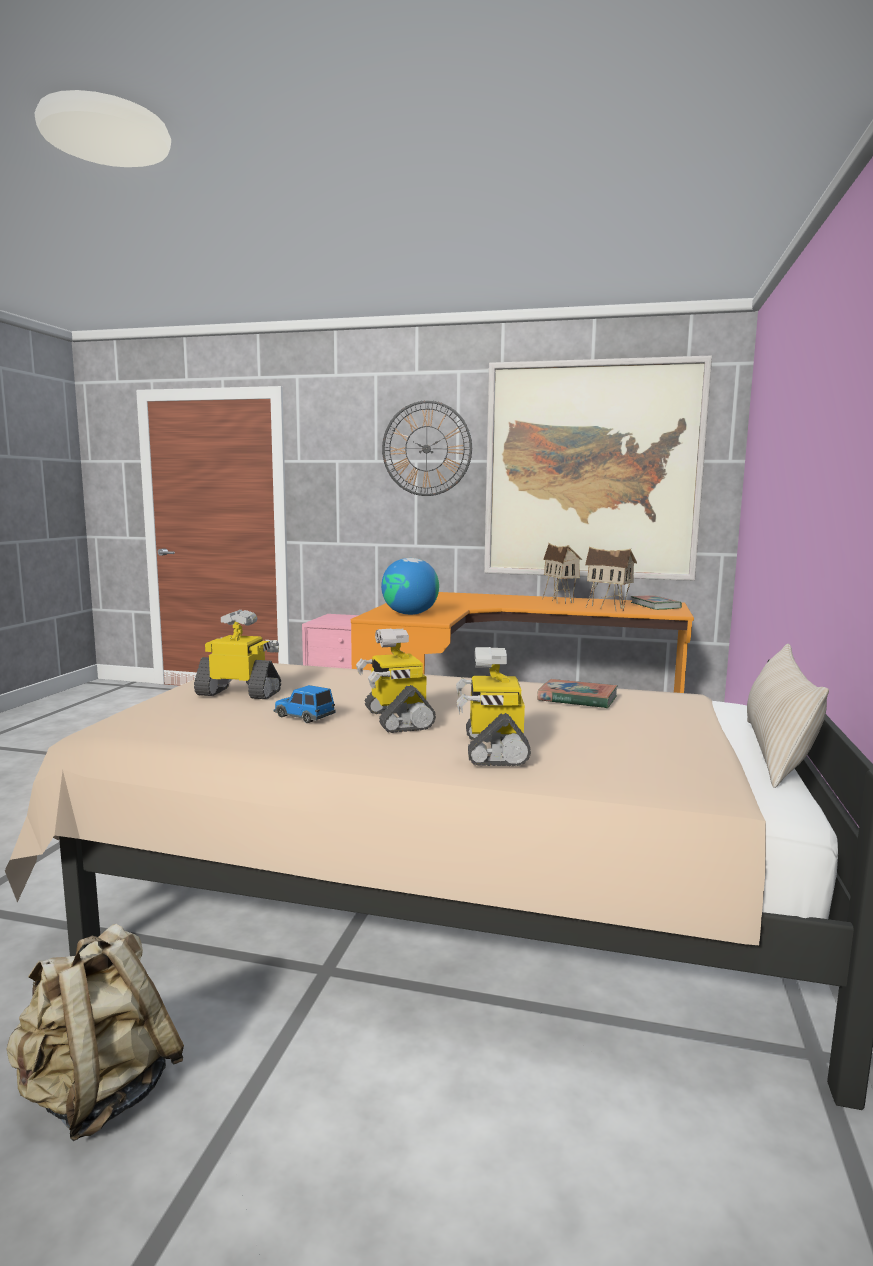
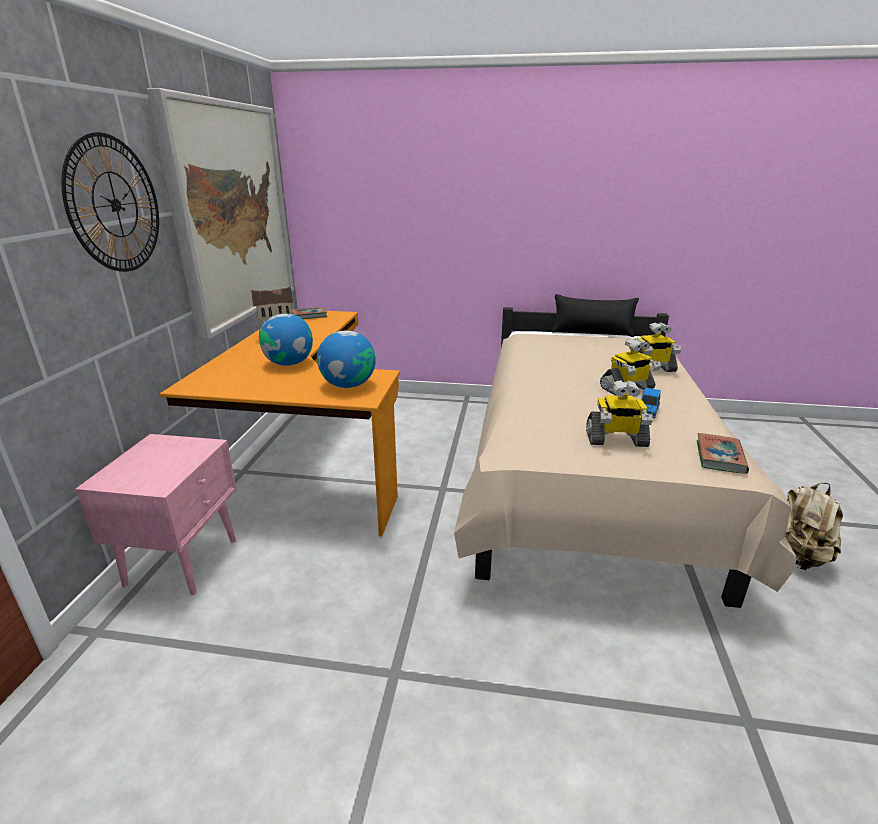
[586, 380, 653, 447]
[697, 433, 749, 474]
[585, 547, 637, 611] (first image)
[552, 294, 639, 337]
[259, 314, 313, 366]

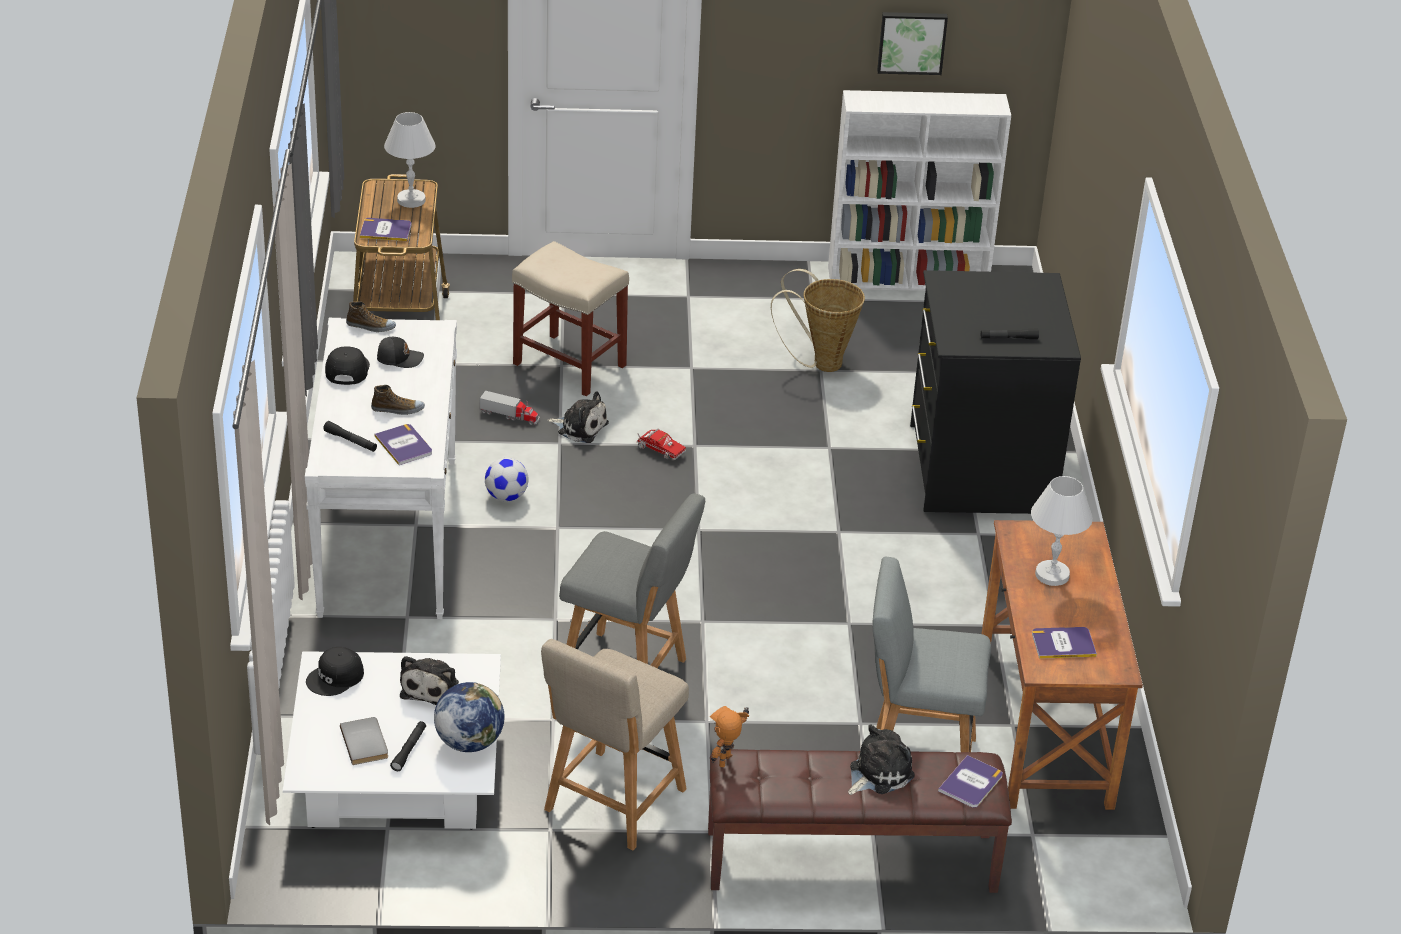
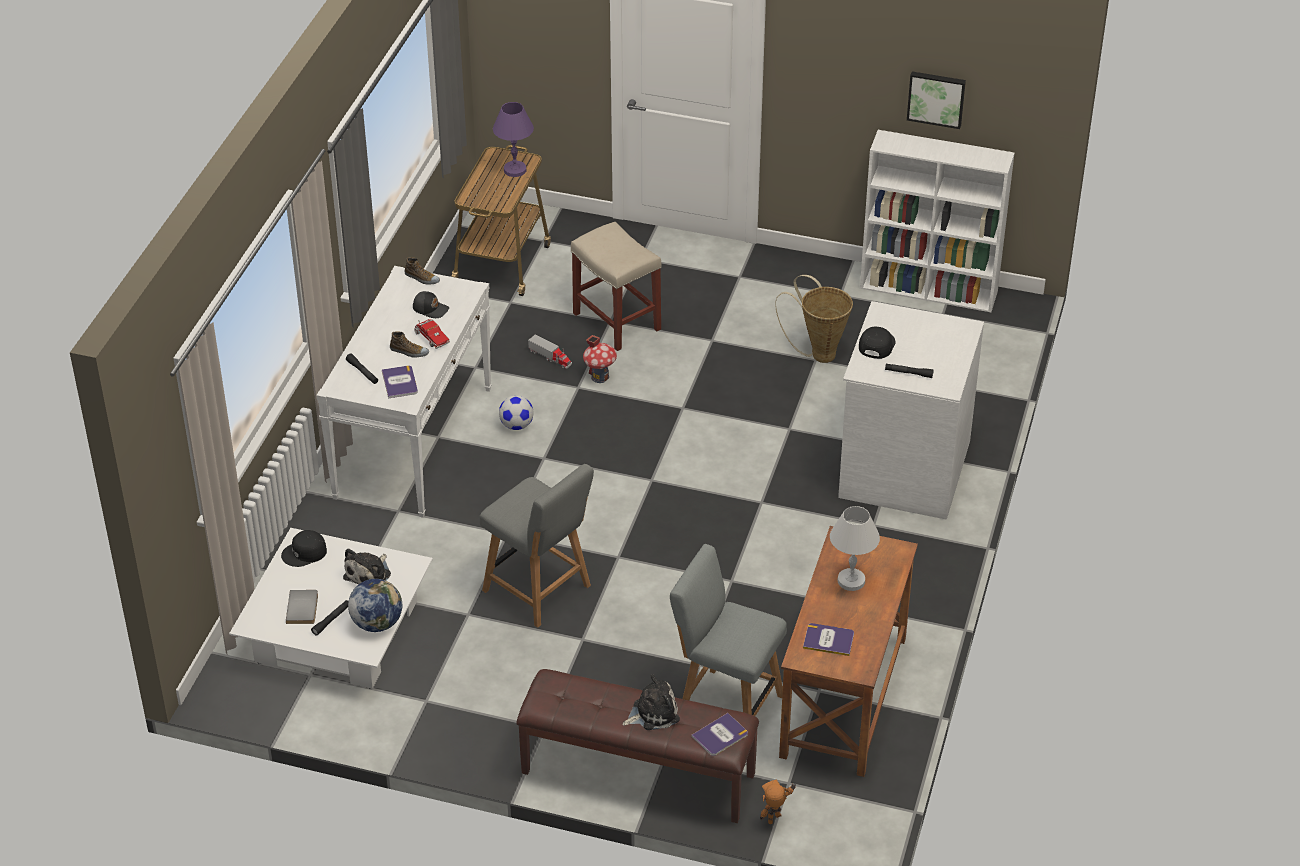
[859, 327, 895, 359]
[360, 218, 412, 241] (first image)
[493, 102, 534, 177]
[541, 639, 689, 850] (first image)
[583, 335, 617, 383]
[414, 319, 450, 349]
[760, 780, 796, 824]
[838, 301, 984, 519]

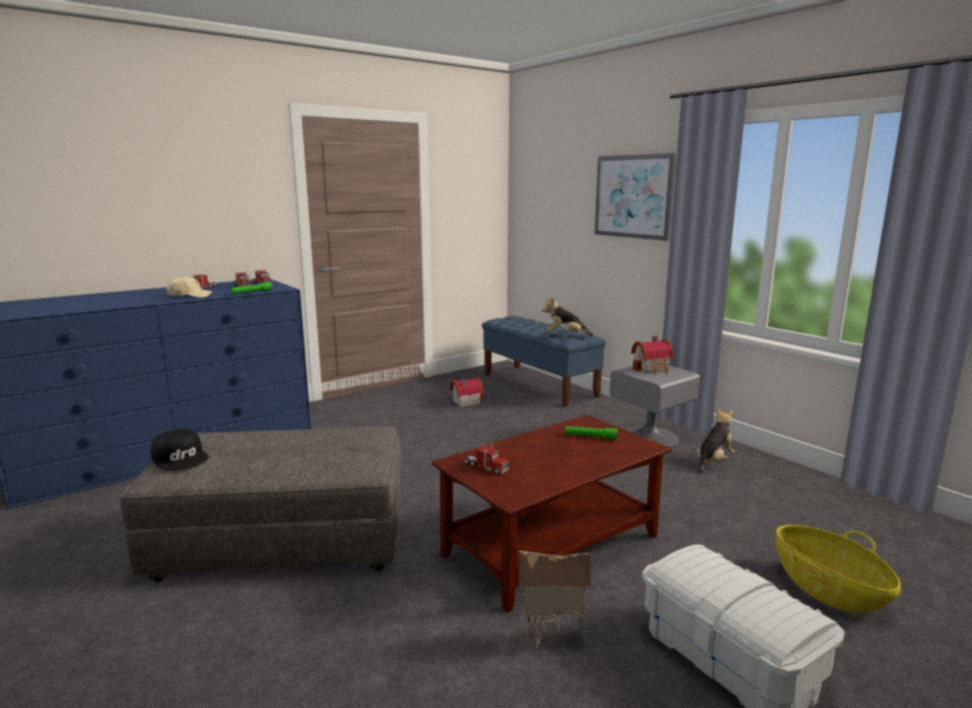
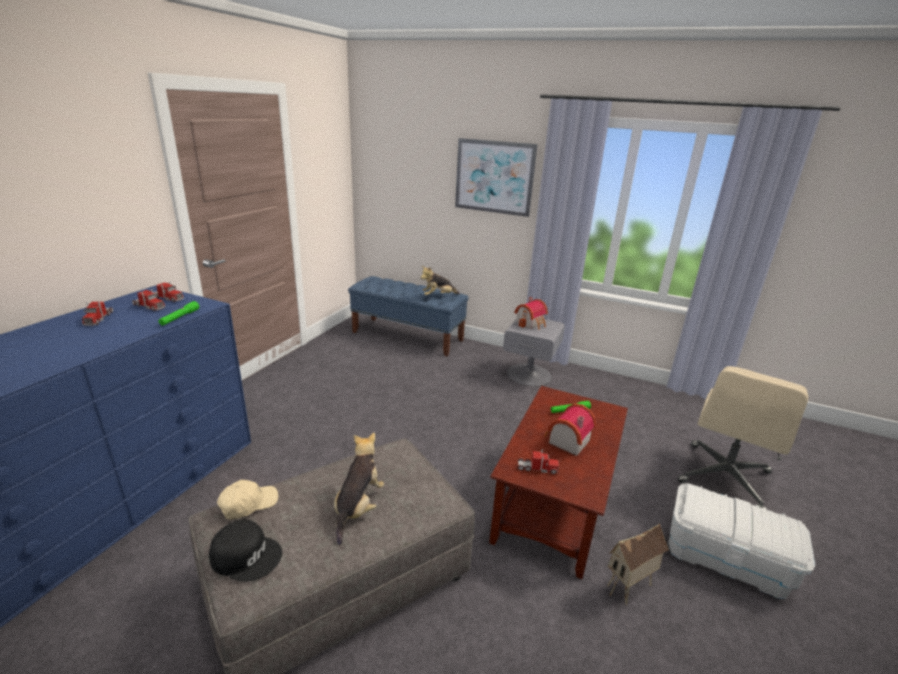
[217, 480, 278, 520]
[544, 404, 597, 456]
[334, 432, 384, 545]
[678, 366, 808, 510]

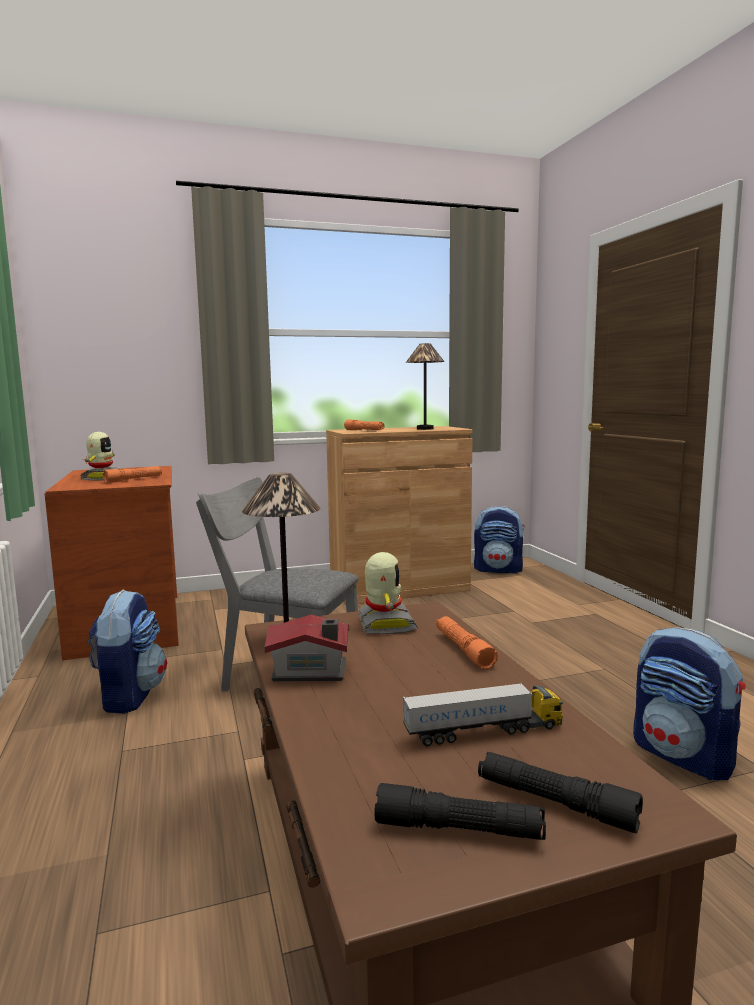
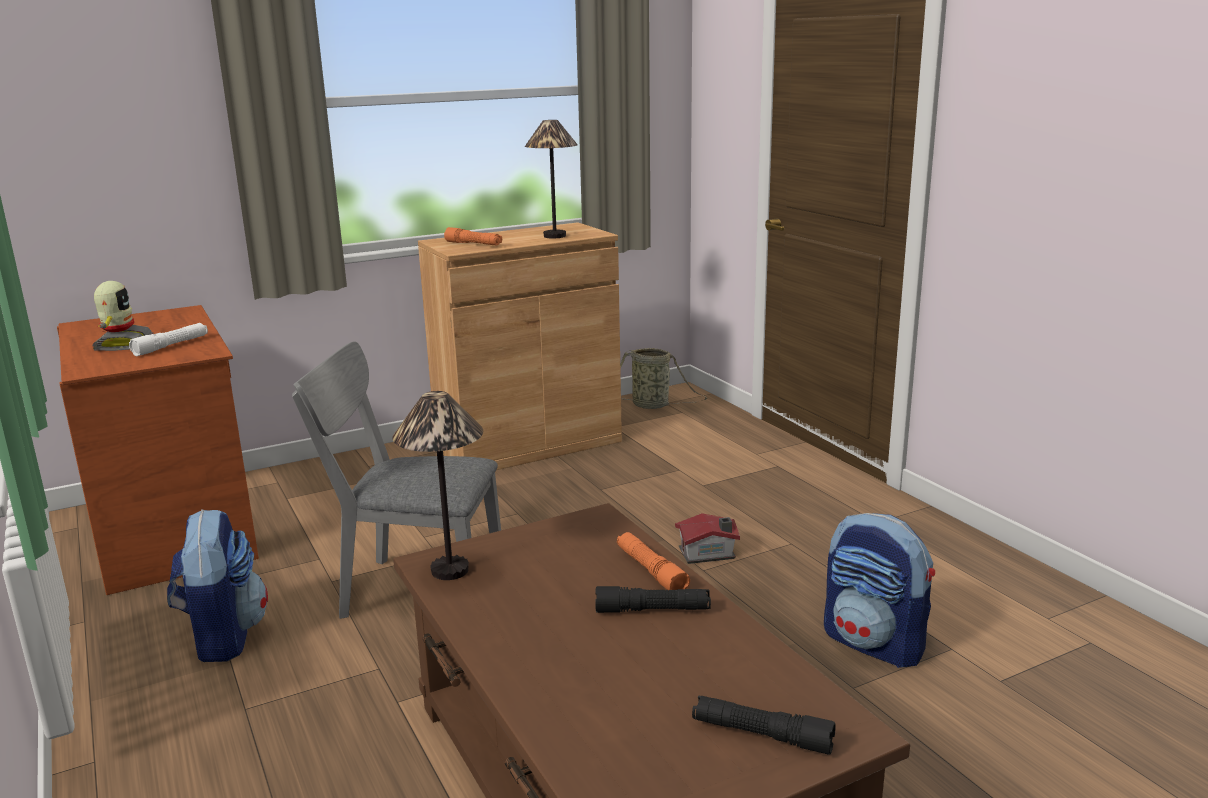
[129, 323, 208, 356]
[675, 513, 740, 564]
[358, 552, 418, 634] (first image)
[595, 586, 711, 613]
[403, 683, 563, 746] (first image)
[620, 348, 707, 409]

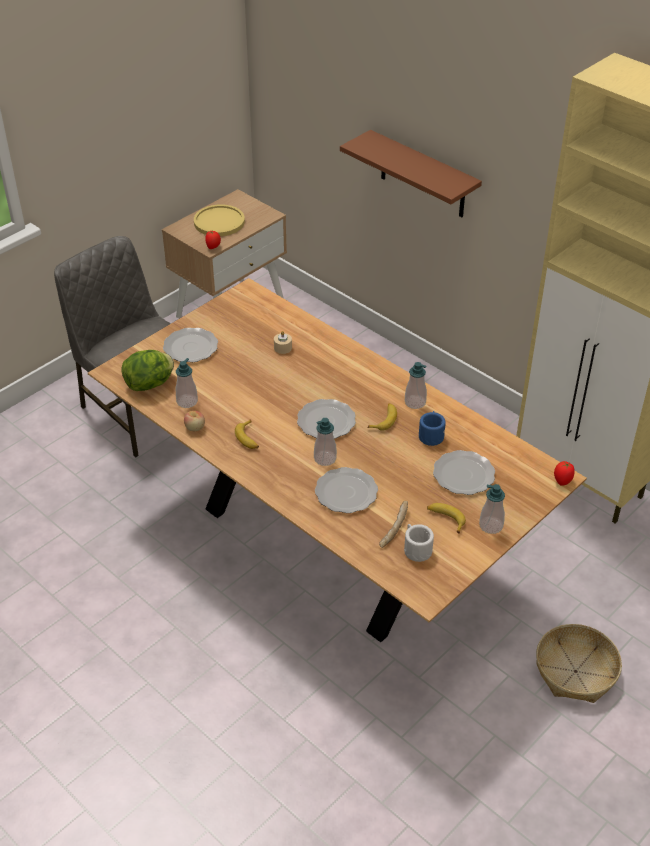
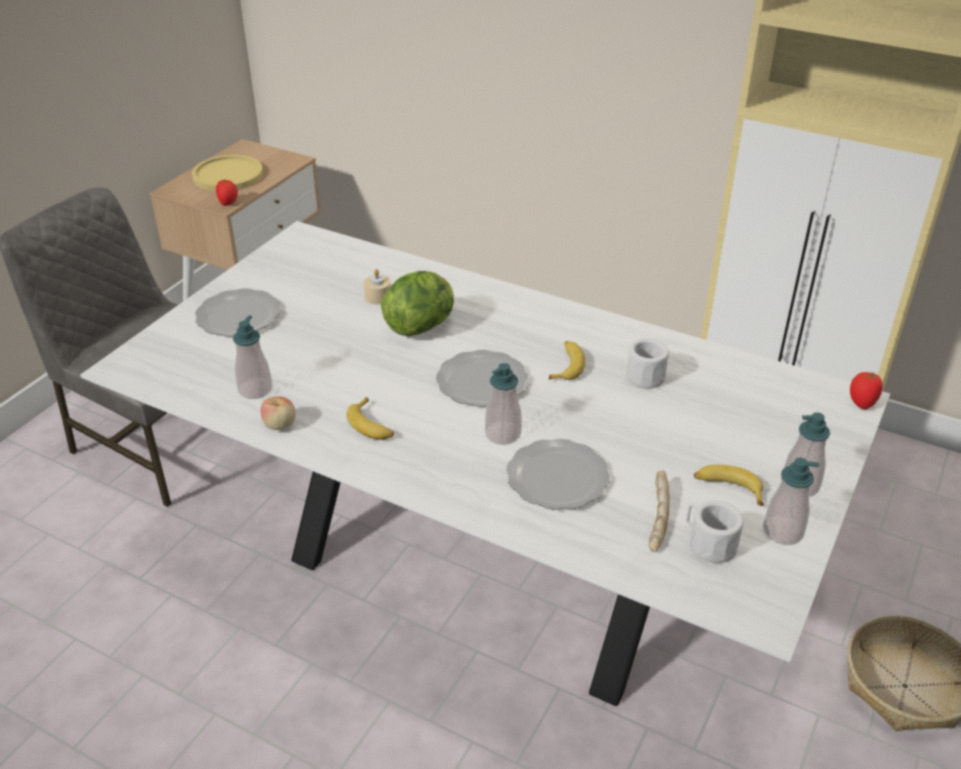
[80, 221, 890, 706]
[381, 271, 454, 336]
[340, 130, 482, 217] (first image)
[763, 458, 819, 545]
[626, 338, 669, 389]
[433, 450, 495, 495] (first image)

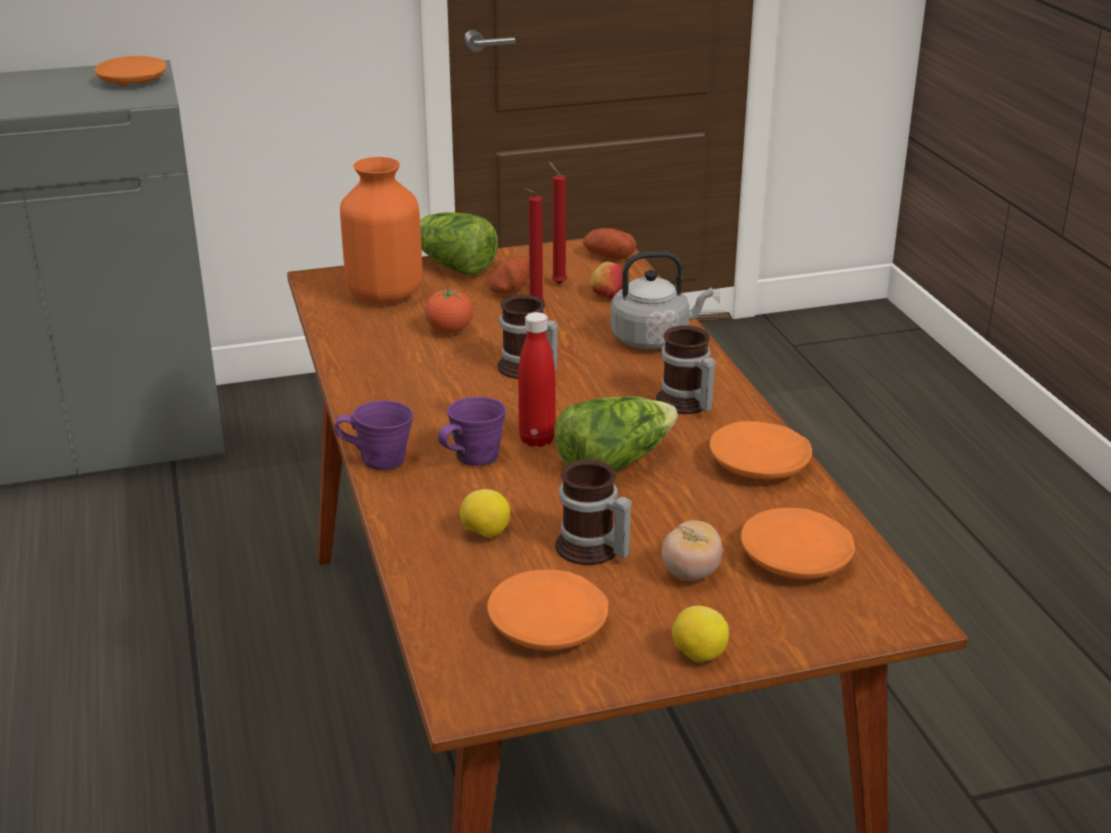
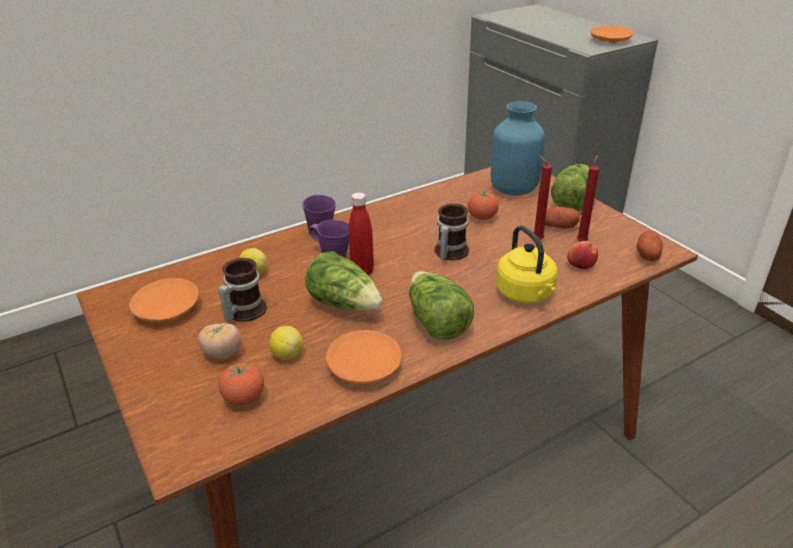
[491, 101, 545, 196]
[496, 225, 558, 303]
[409, 271, 474, 340]
[269, 326, 303, 360]
[218, 363, 264, 406]

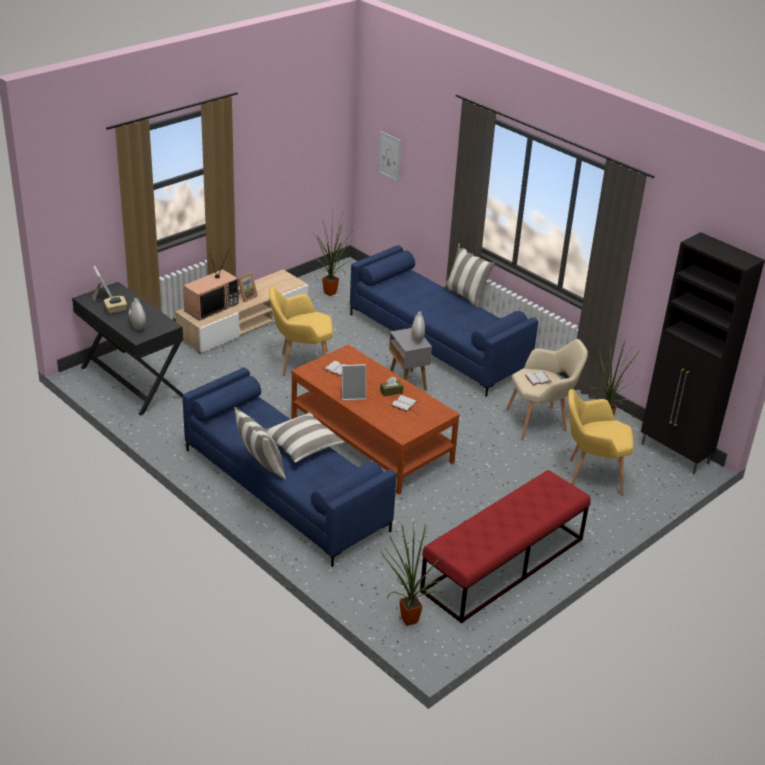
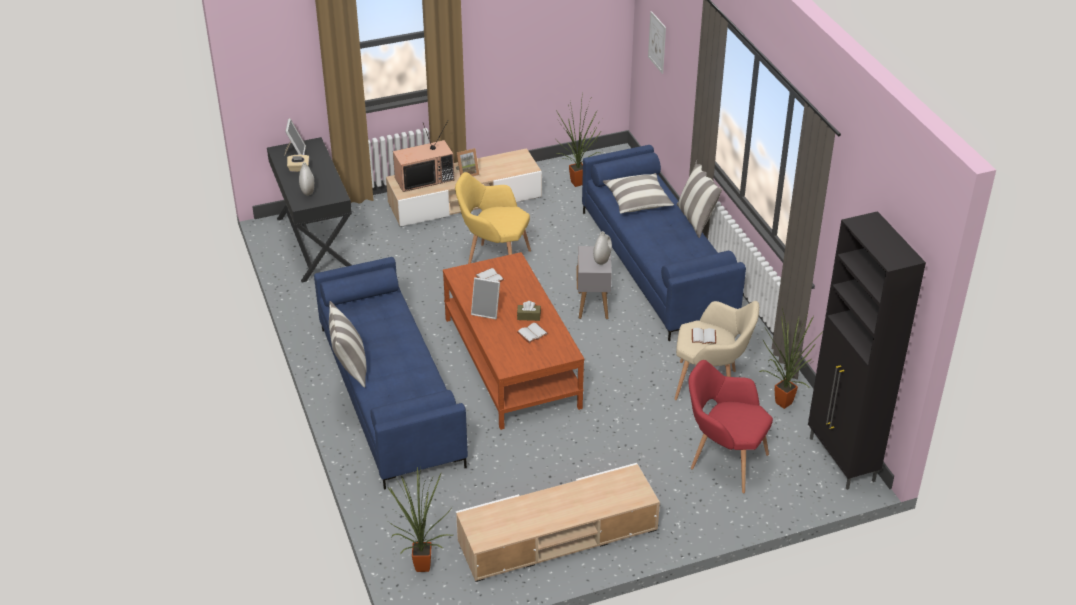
[603, 173, 674, 214]
[456, 463, 660, 582]
[688, 360, 773, 493]

